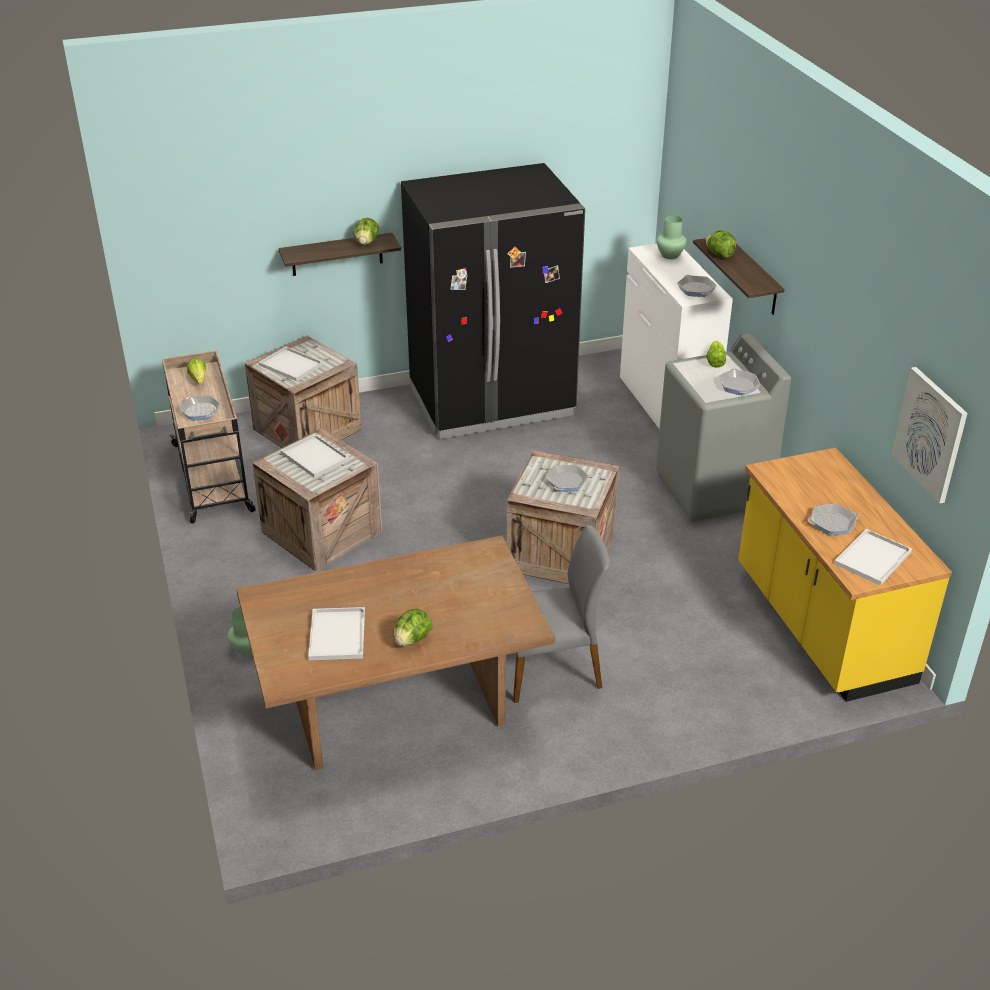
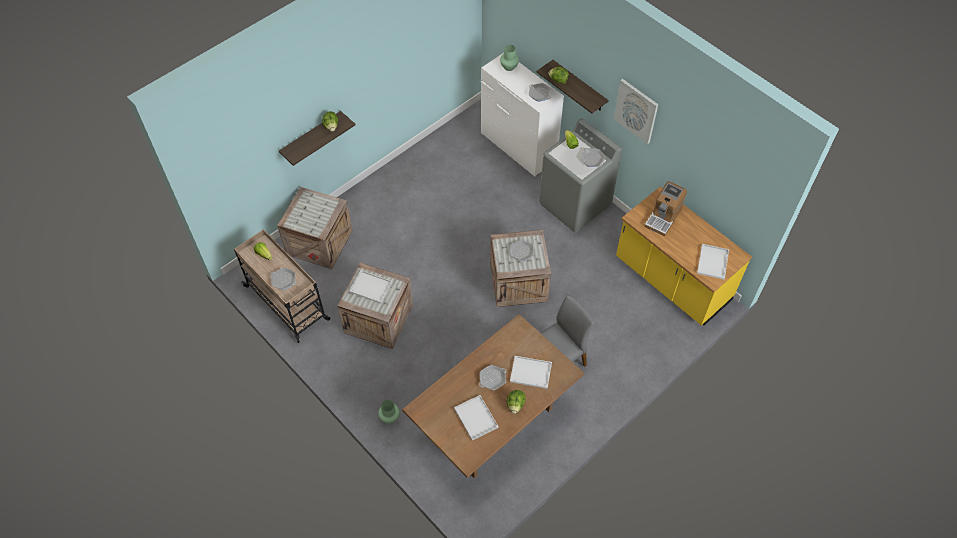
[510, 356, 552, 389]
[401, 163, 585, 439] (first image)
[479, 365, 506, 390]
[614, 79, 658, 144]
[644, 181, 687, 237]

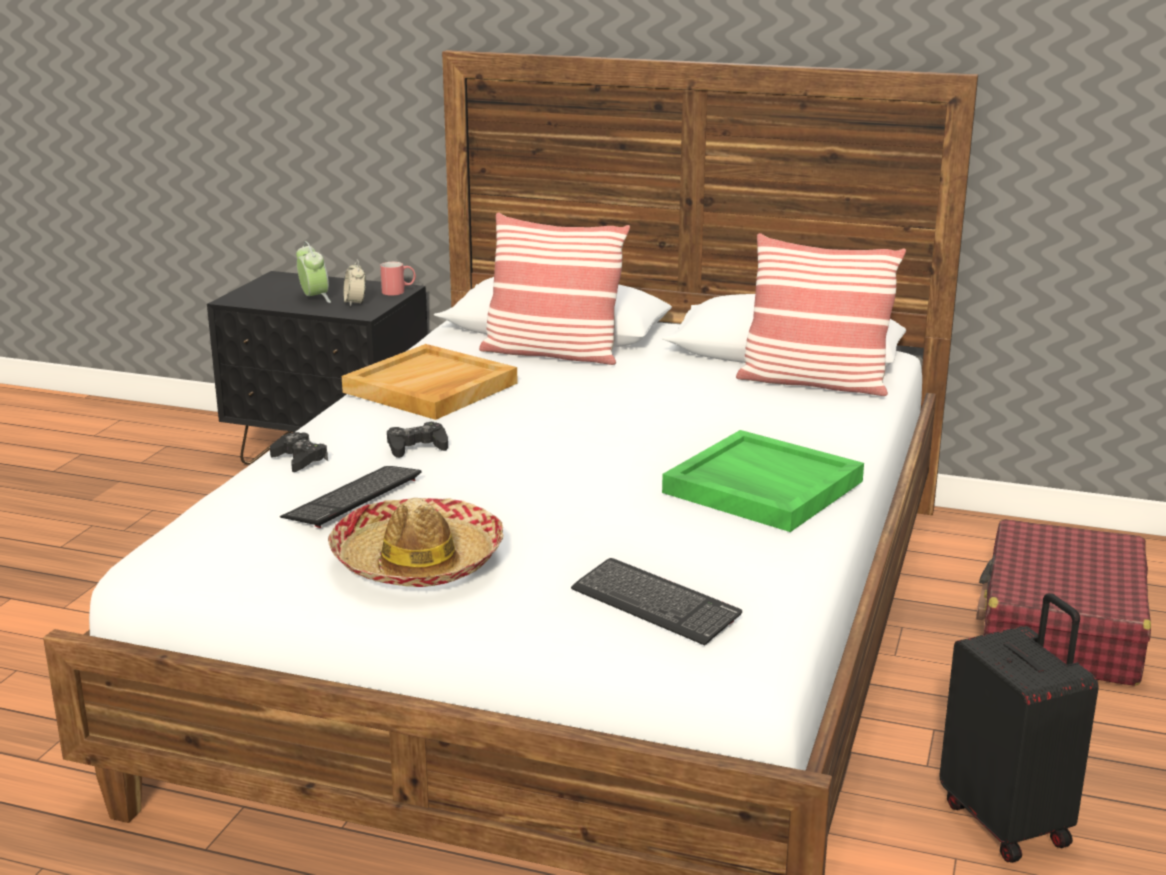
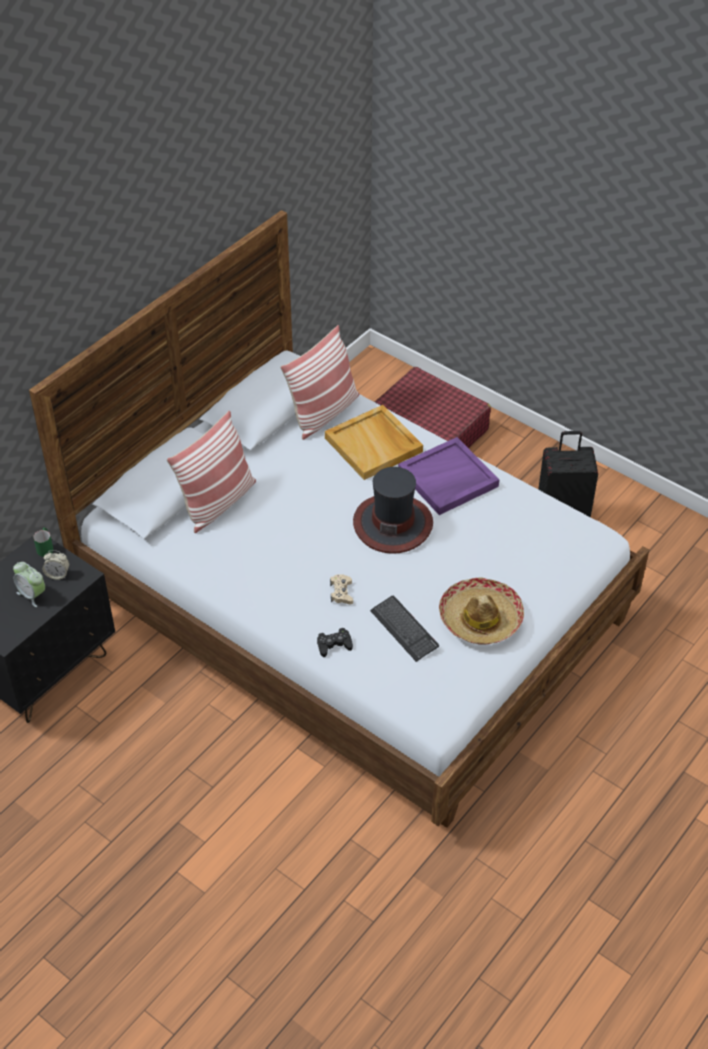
[13, 562, 45, 607]
[325, 405, 423, 480]
[33, 528, 54, 557]
[330, 574, 353, 605]
[571, 558, 742, 646] (first image)
[398, 437, 499, 515]
[353, 467, 433, 554]

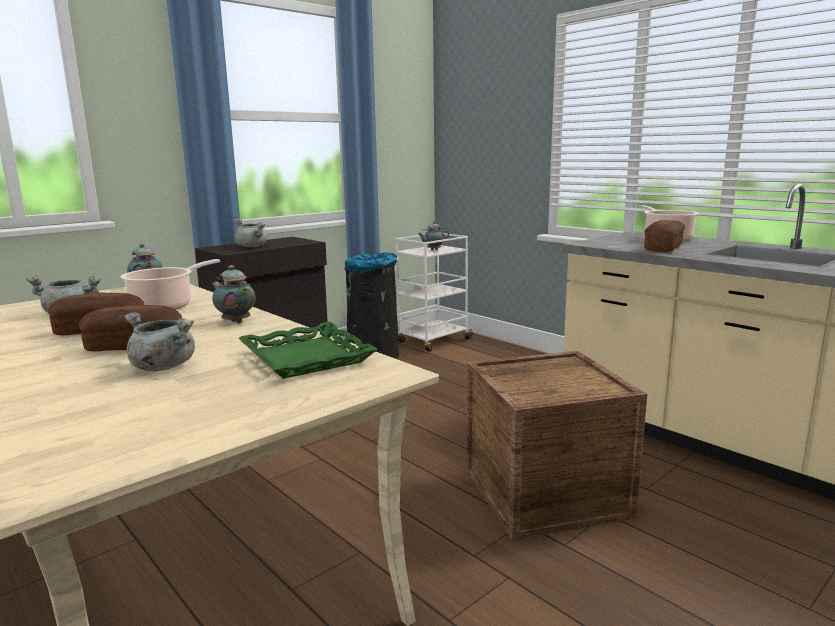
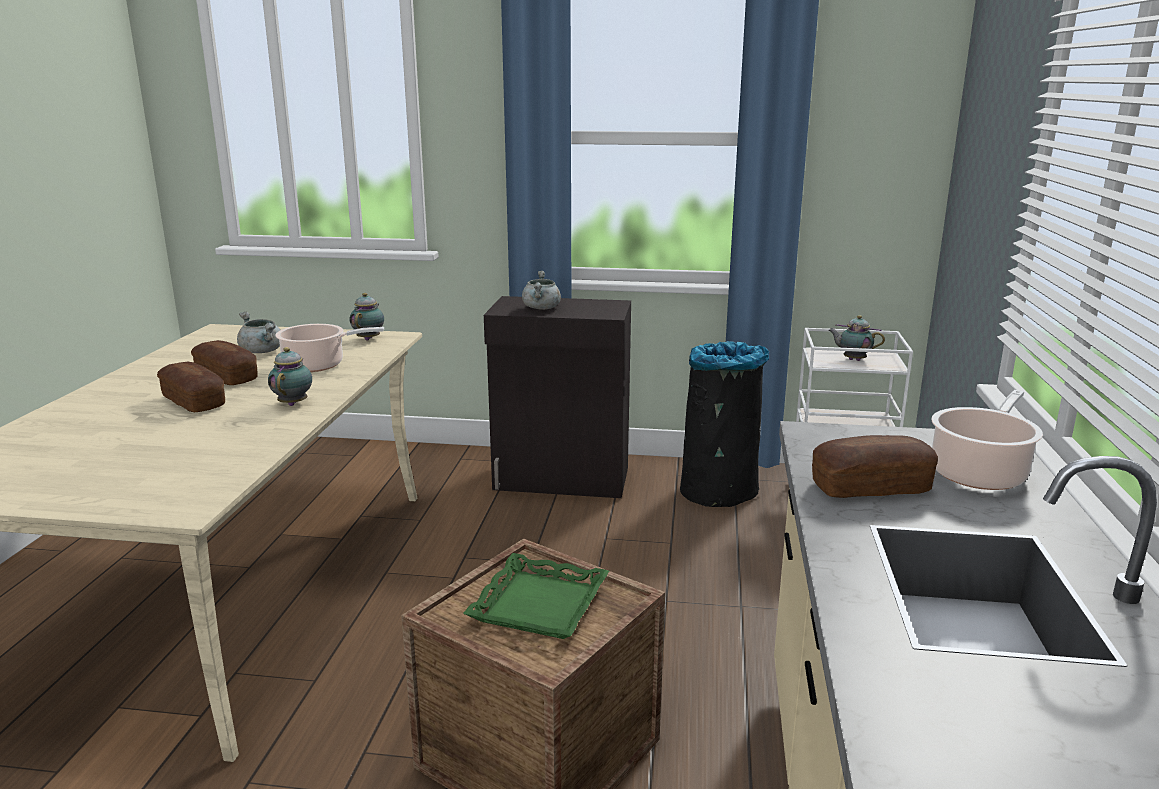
[124, 312, 195, 371] (first image)
[463, 553, 609, 639]

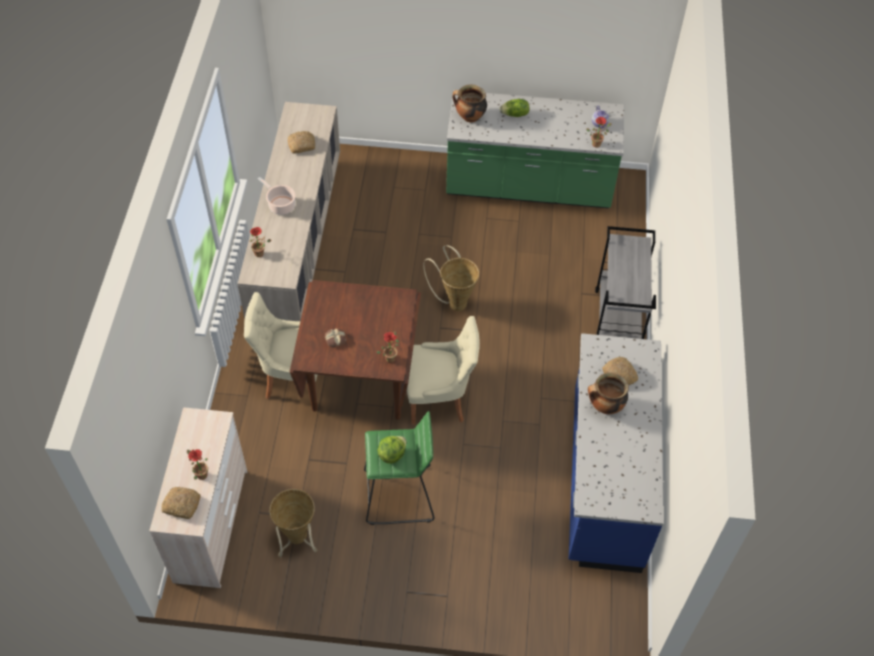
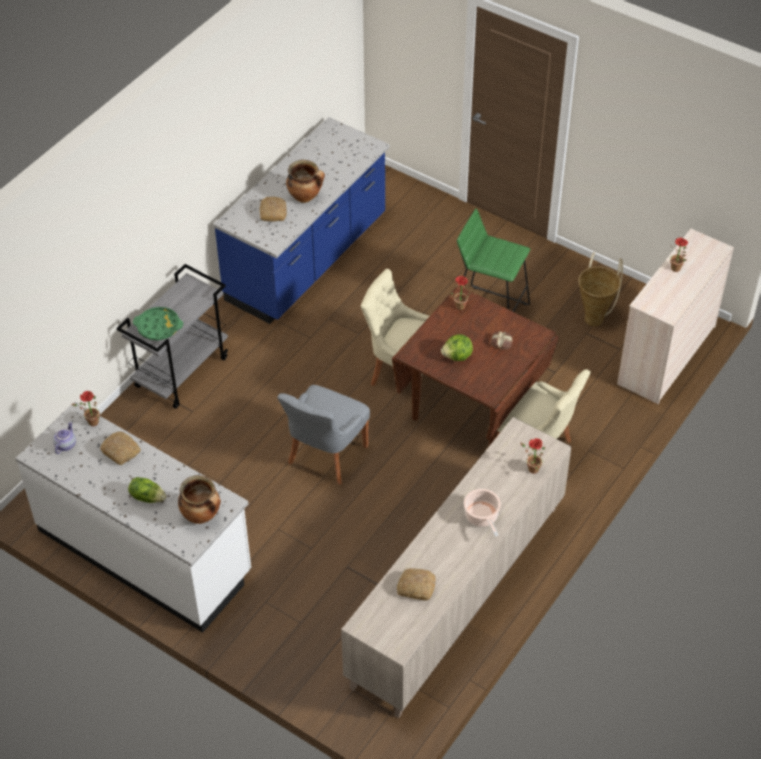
[100, 431, 141, 465]
[441, 334, 473, 361]
[277, 385, 370, 485]
[15, 402, 251, 632]
[133, 307, 183, 340]

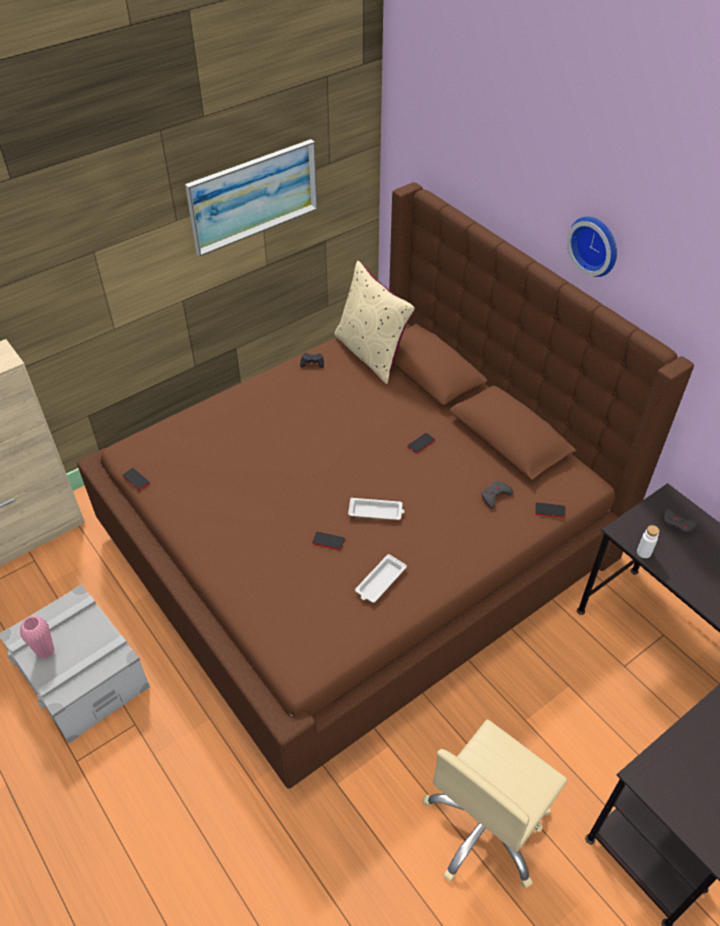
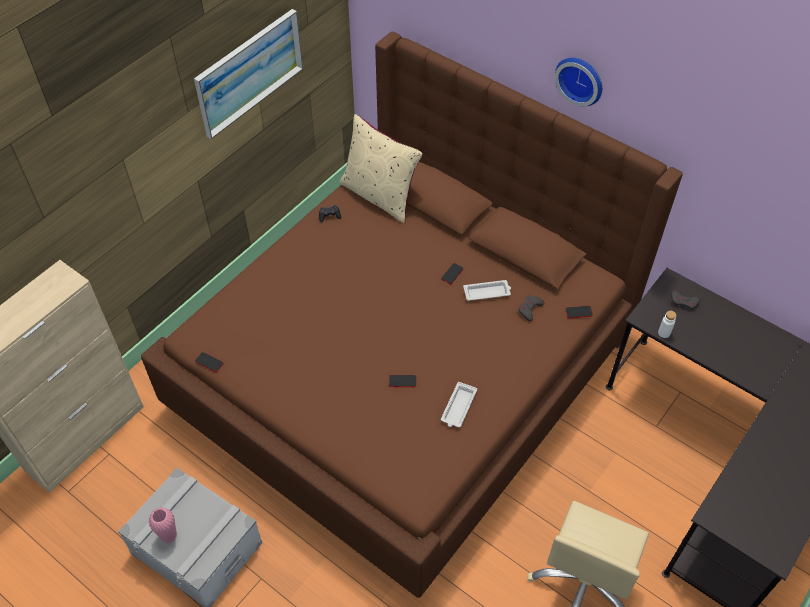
[463, 280, 511, 301]

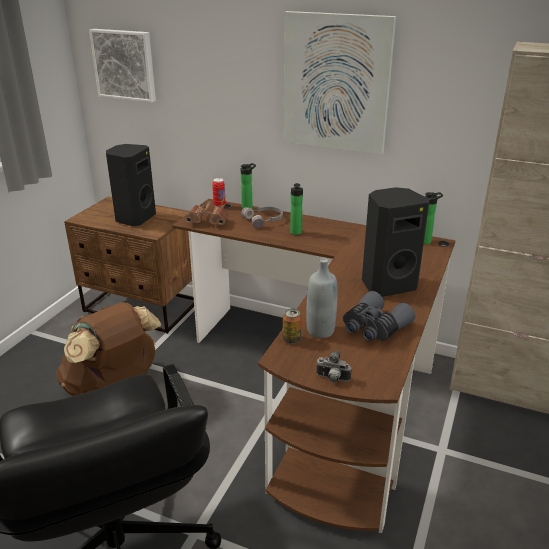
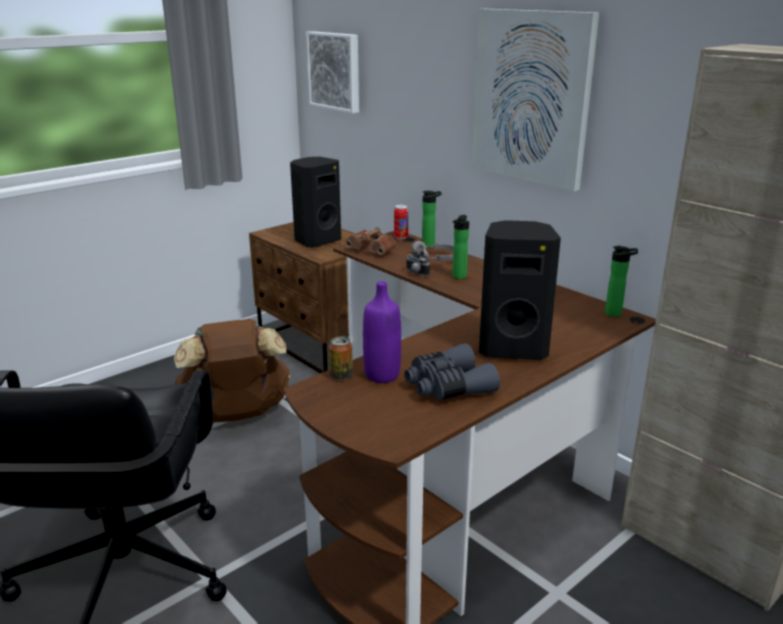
[363, 281, 401, 383]
[406, 249, 430, 276]

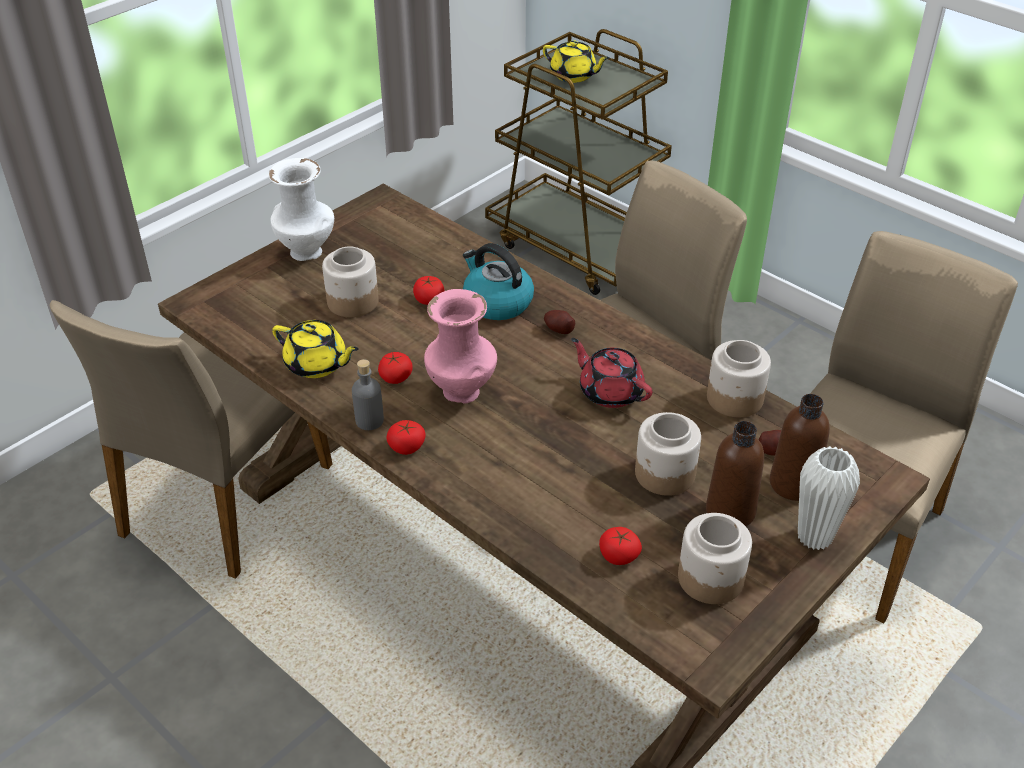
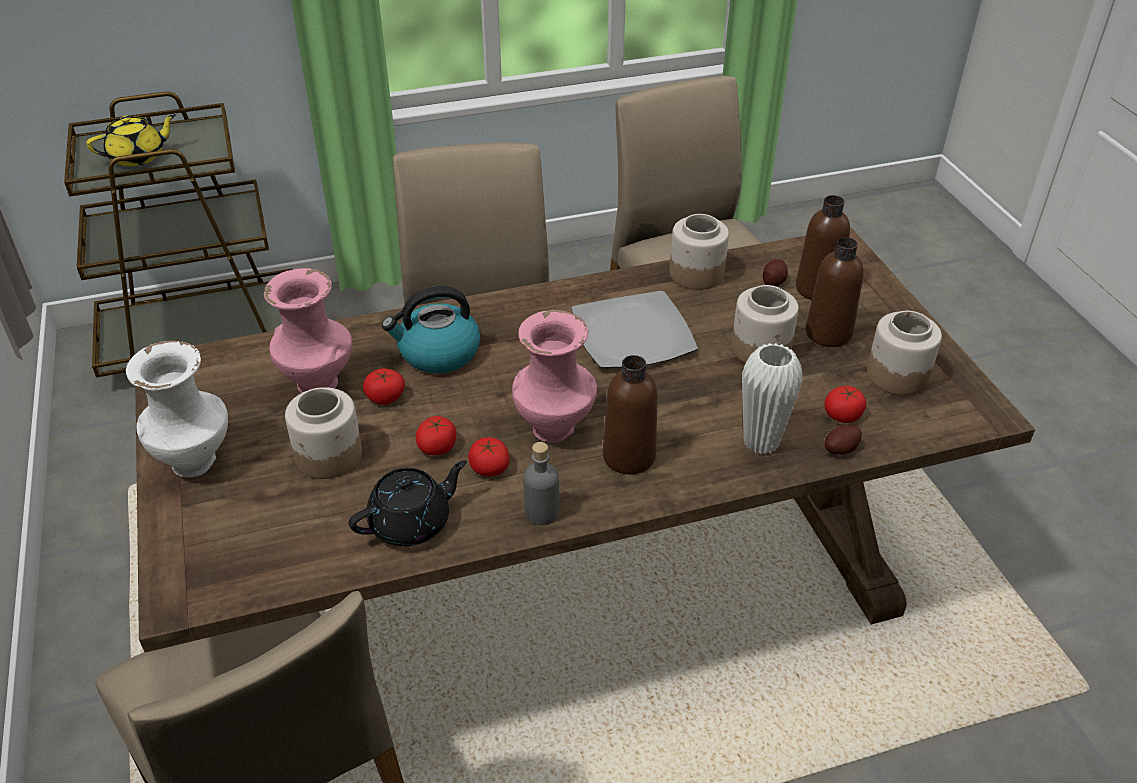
[349, 460, 467, 546]
[415, 416, 456, 455]
[825, 425, 862, 455]
[571, 291, 698, 368]
[742, 343, 803, 455]
[264, 268, 352, 393]
[603, 355, 658, 475]

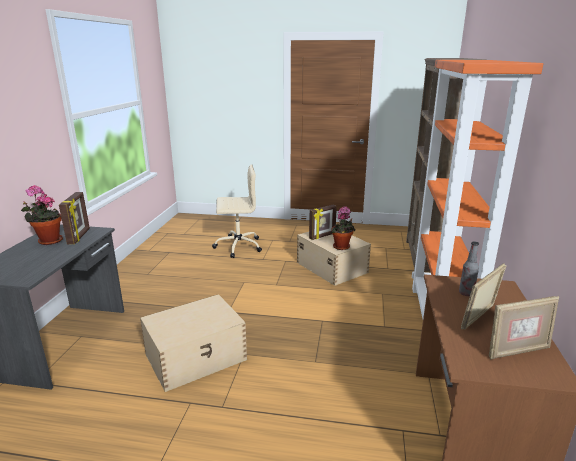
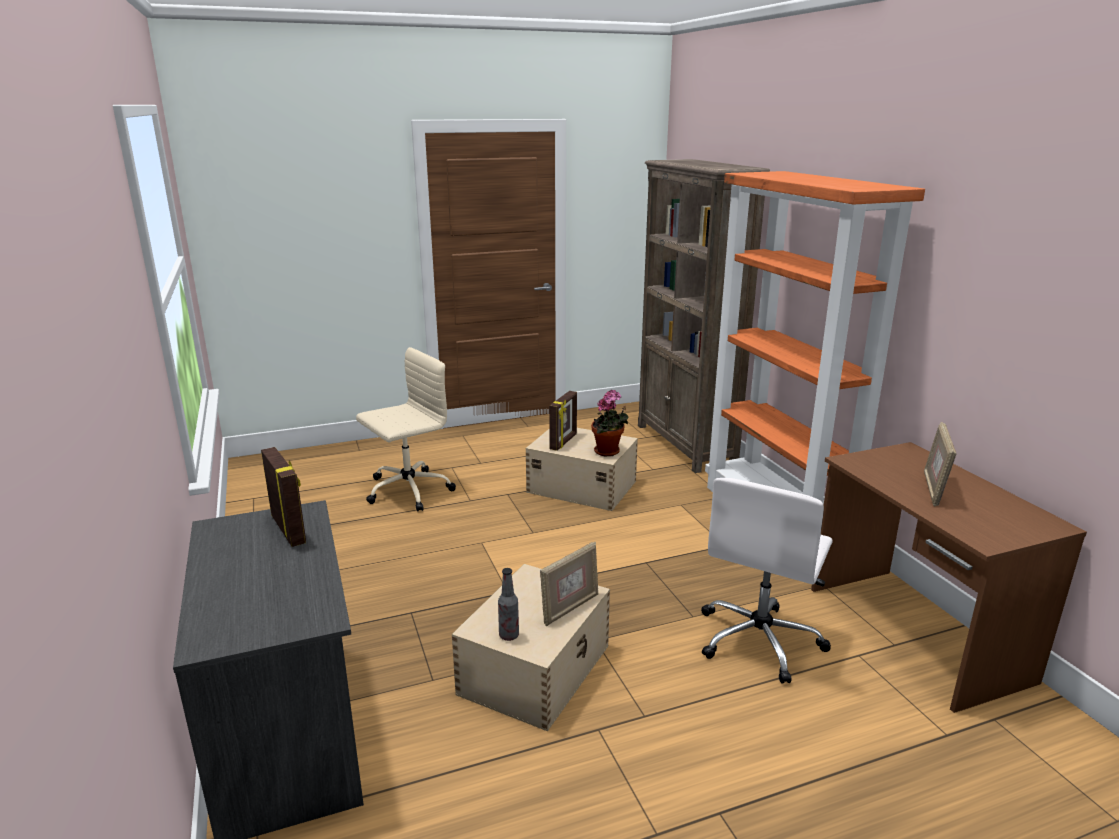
[21, 185, 63, 245] (first image)
[498, 568, 519, 641]
[540, 542, 598, 626]
[701, 478, 833, 684]

